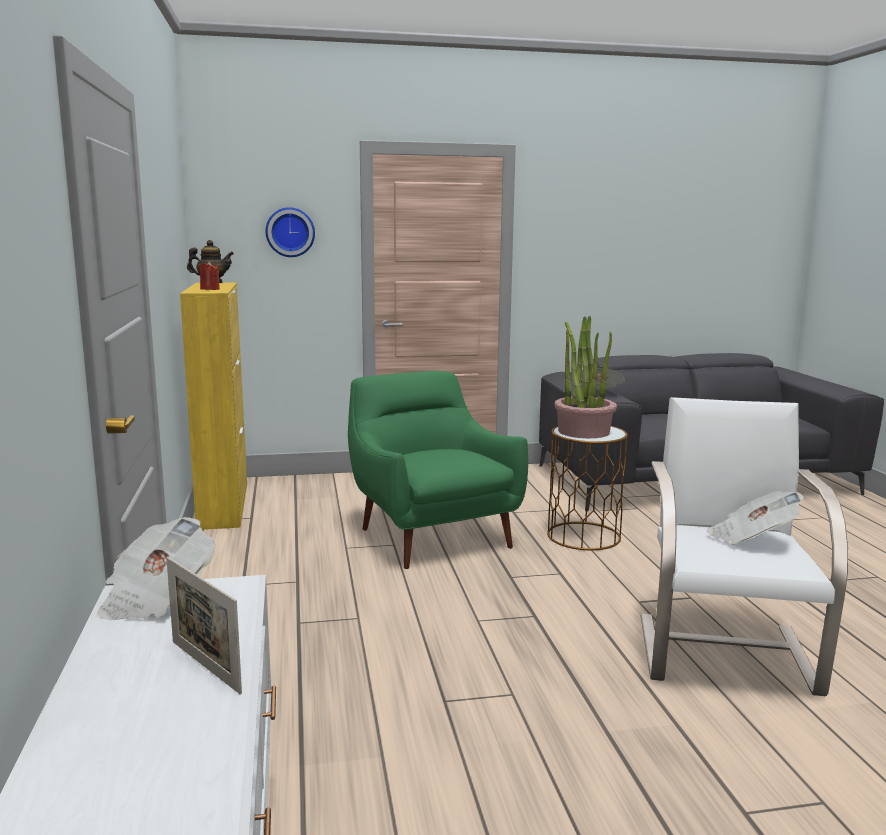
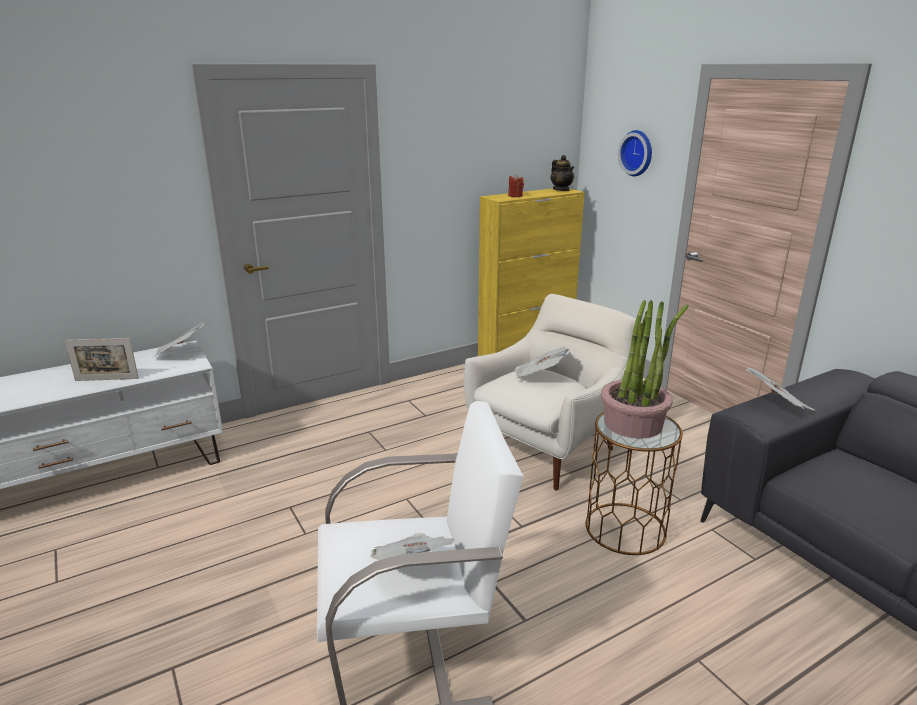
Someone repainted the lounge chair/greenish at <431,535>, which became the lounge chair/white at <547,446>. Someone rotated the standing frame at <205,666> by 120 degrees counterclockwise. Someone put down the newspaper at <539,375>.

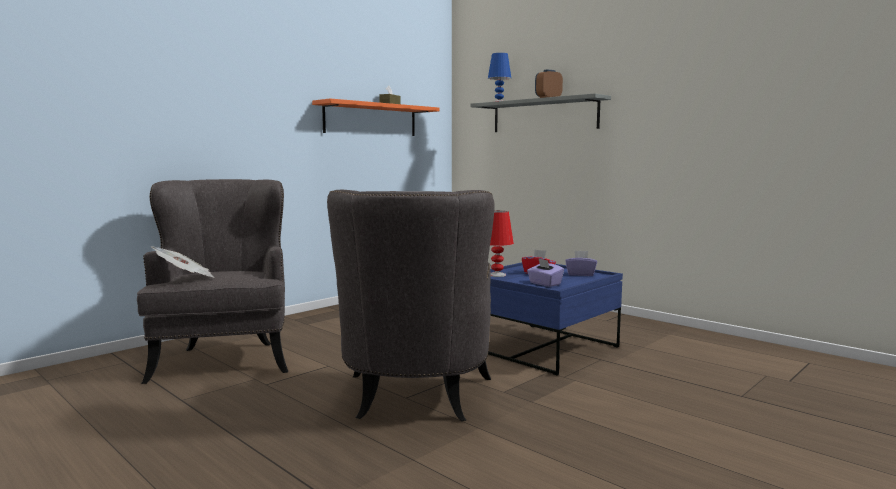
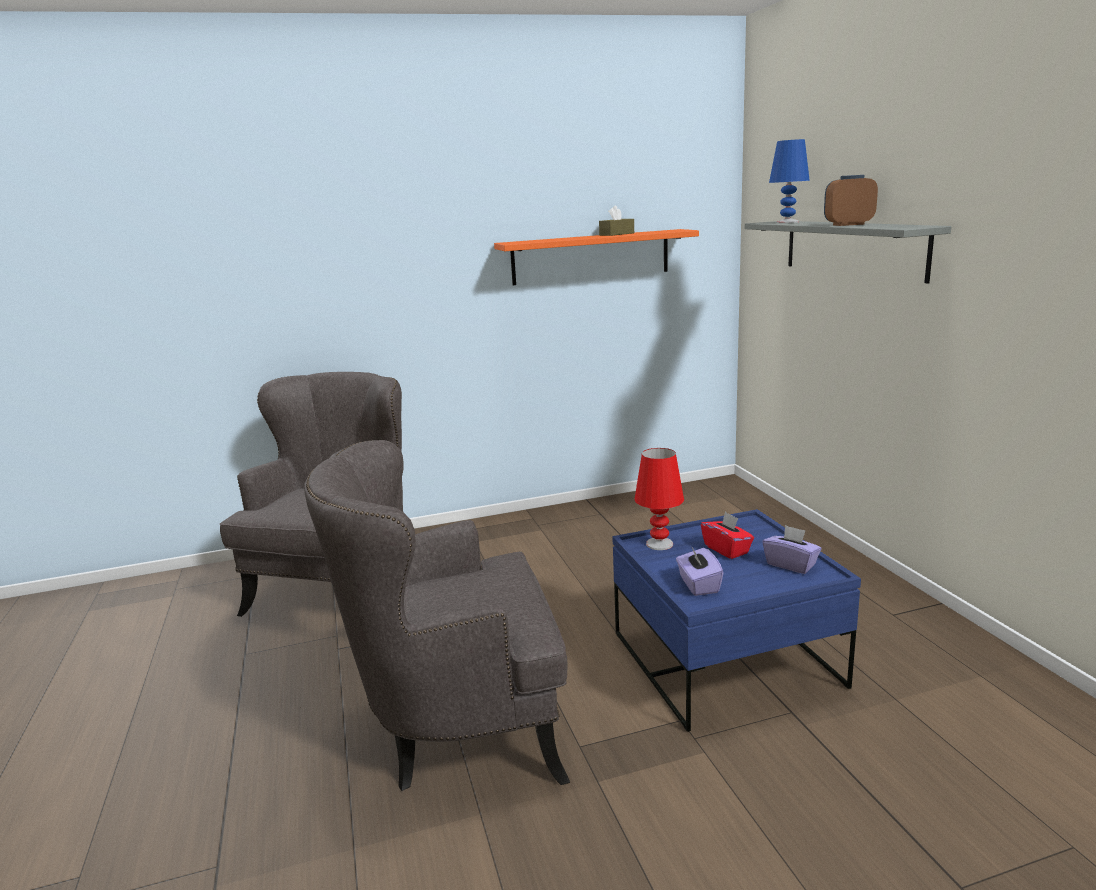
Someone rotated the lounge chair/greyish at <415,400> by 45 degrees clockwise. Someone took away the newspaper at <185,277>.

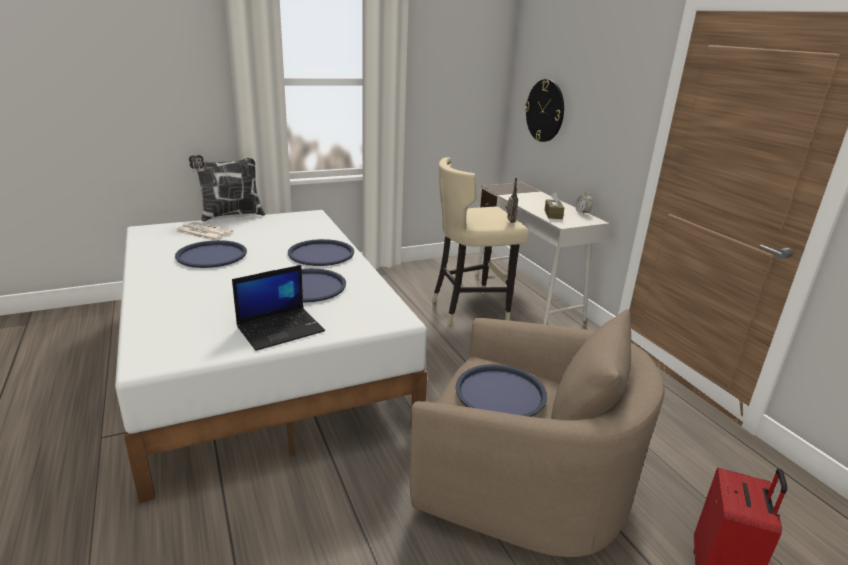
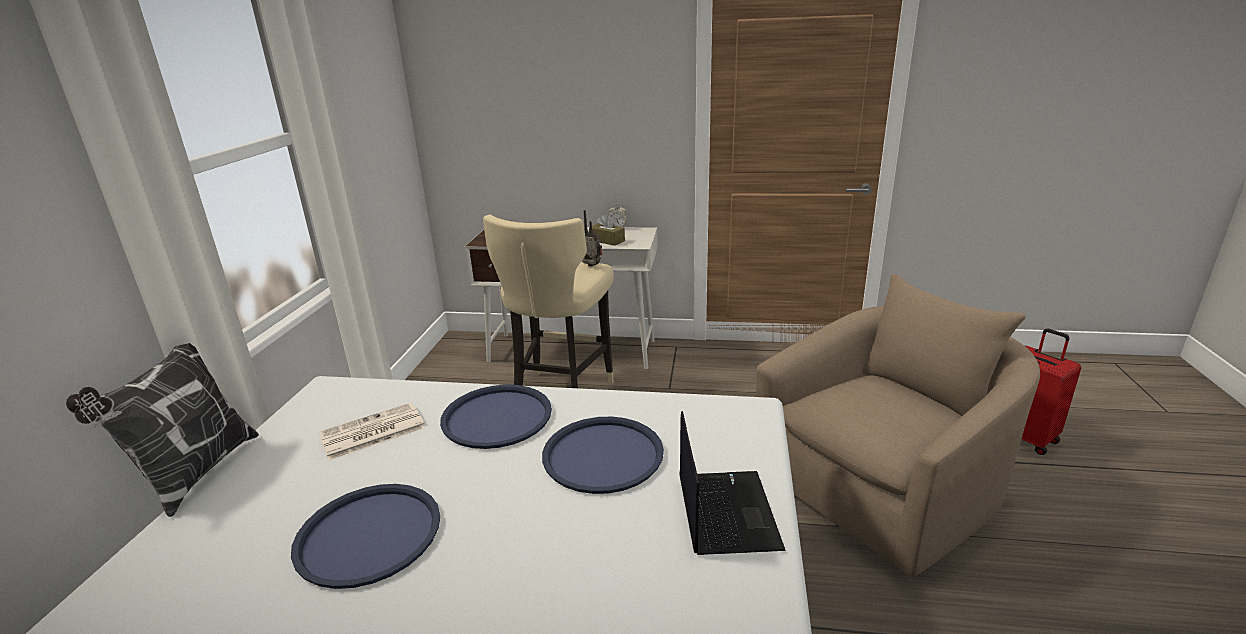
Someone took away the clock on the wall at <545,110>. Someone carried the newspaper from <203,232> to <371,432>. Someone took away the carrying tray/blue-coloured at <500,393>.

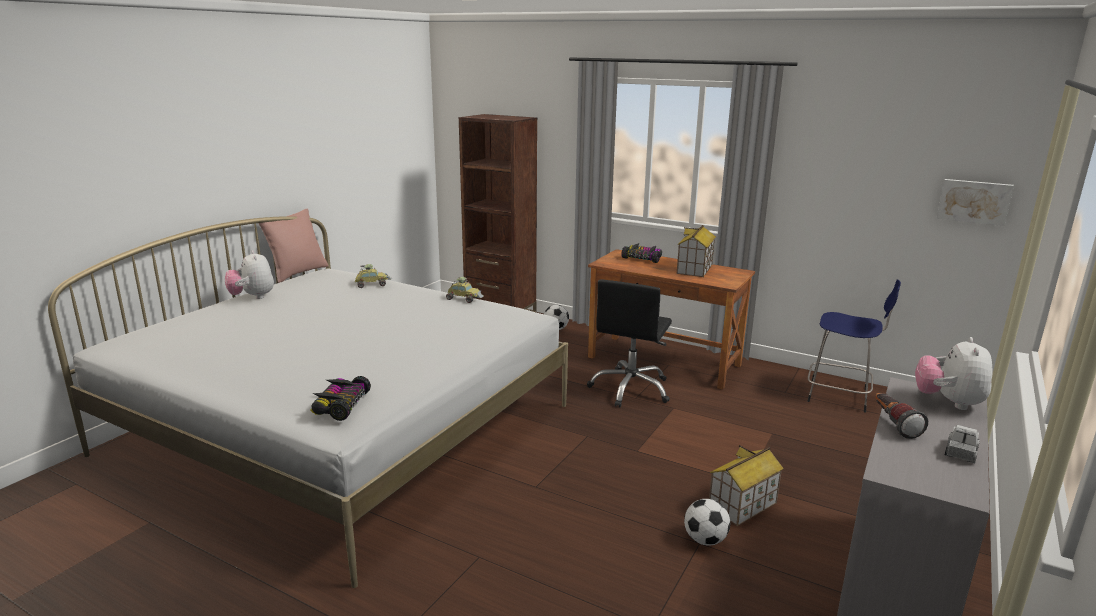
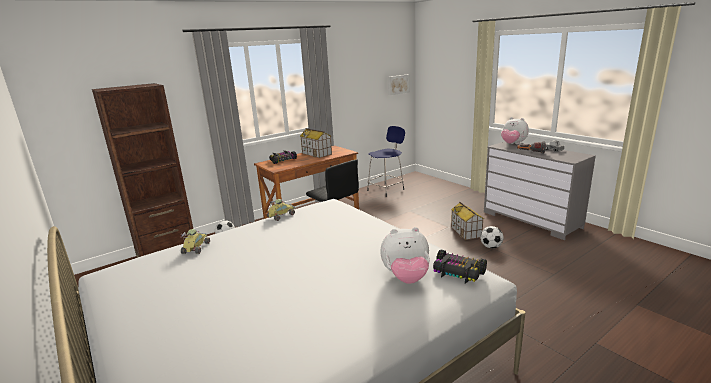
Someone took away the pillow/pink at <297,273>. Someone carried the cuddly toy from <252,297> to <406,278>.

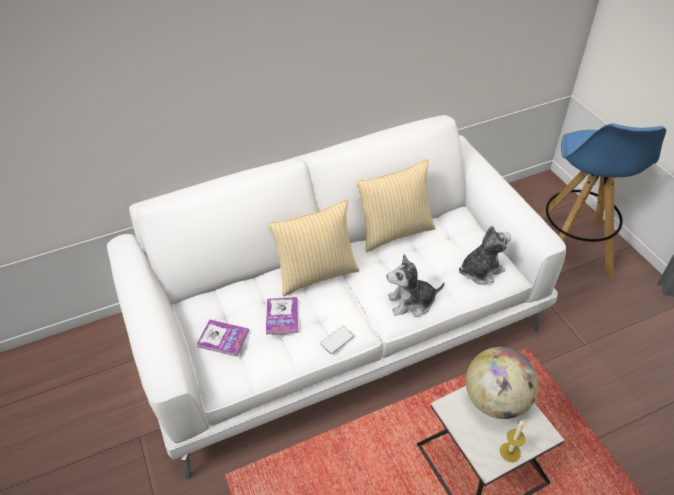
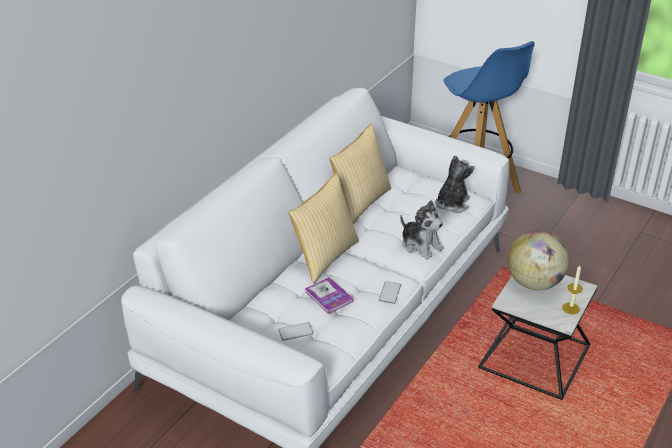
Someone rotated the cuddly toy at <411,302> by 90 degrees counterclockwise. Someone swapped the volume at <223,338> for the handset at <295,332>.

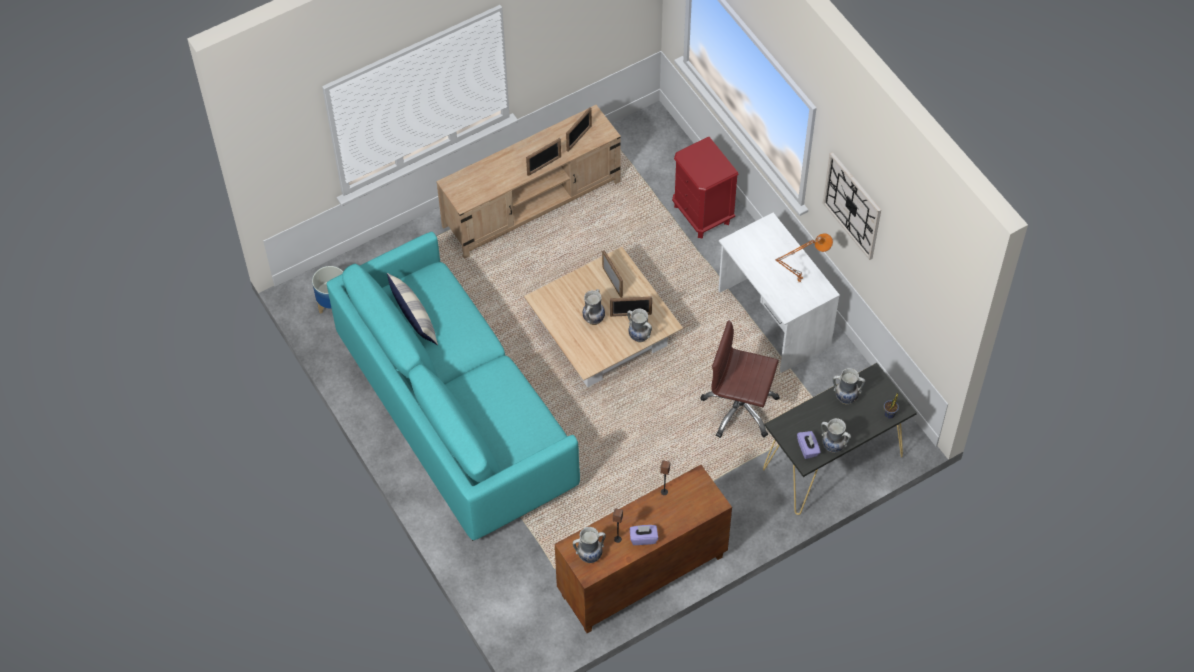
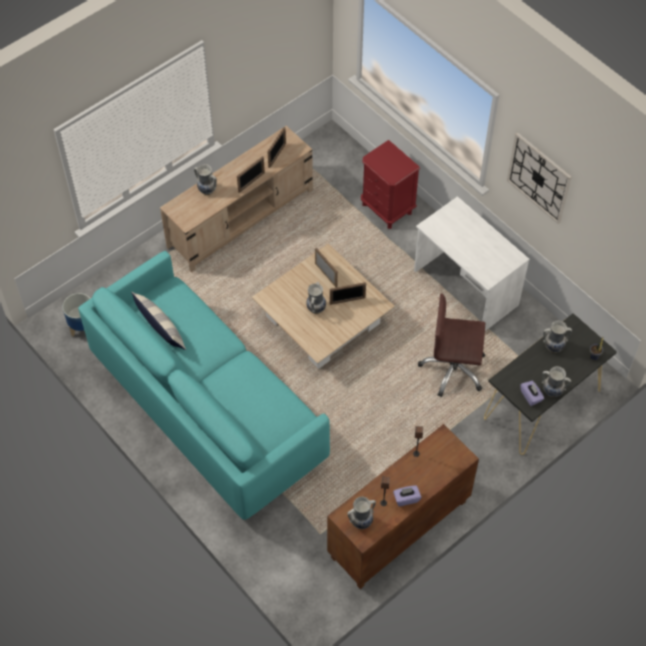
Someone took away the tabletop lamp/orangey at <799,281>. Someone carried the decorative vase from <639,336> to <207,190>.

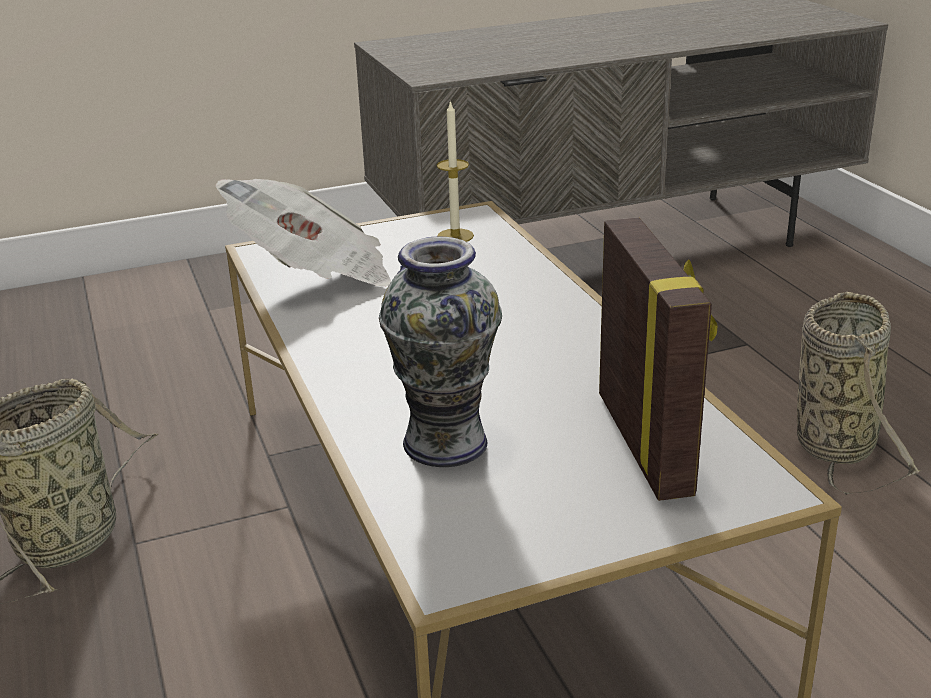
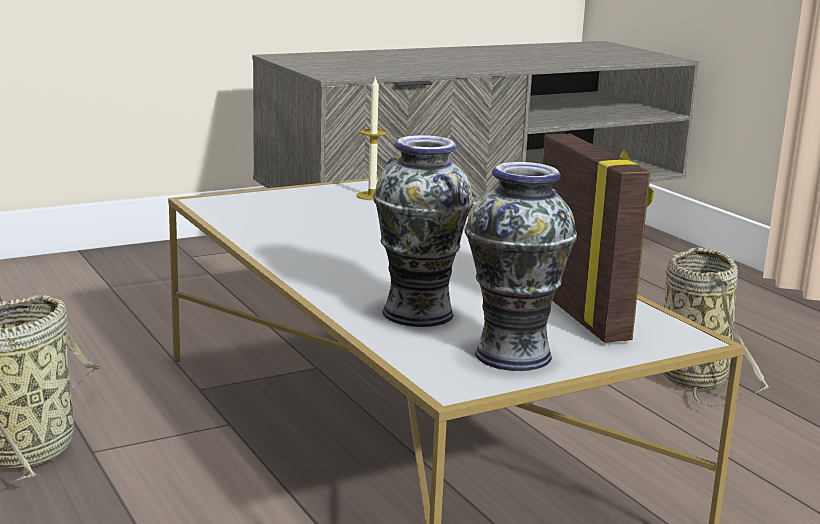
Someone took away the newspaper at <314,274>. Someone put down the decorative vase at <514,355>.

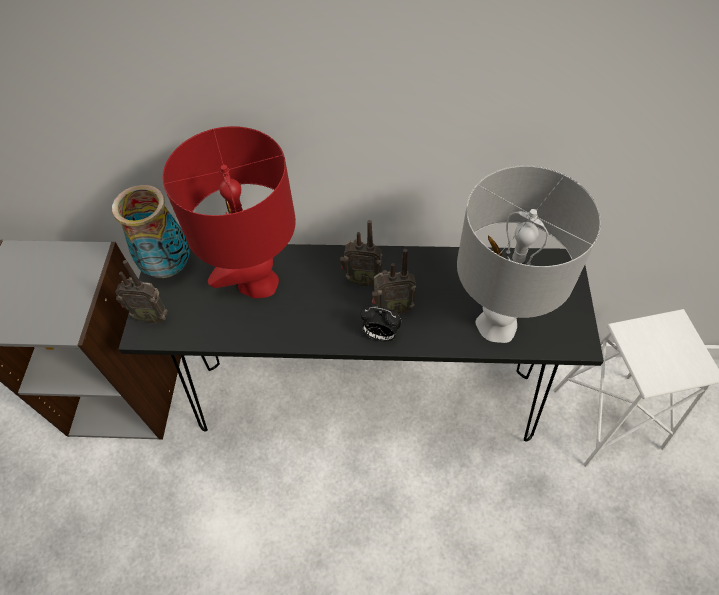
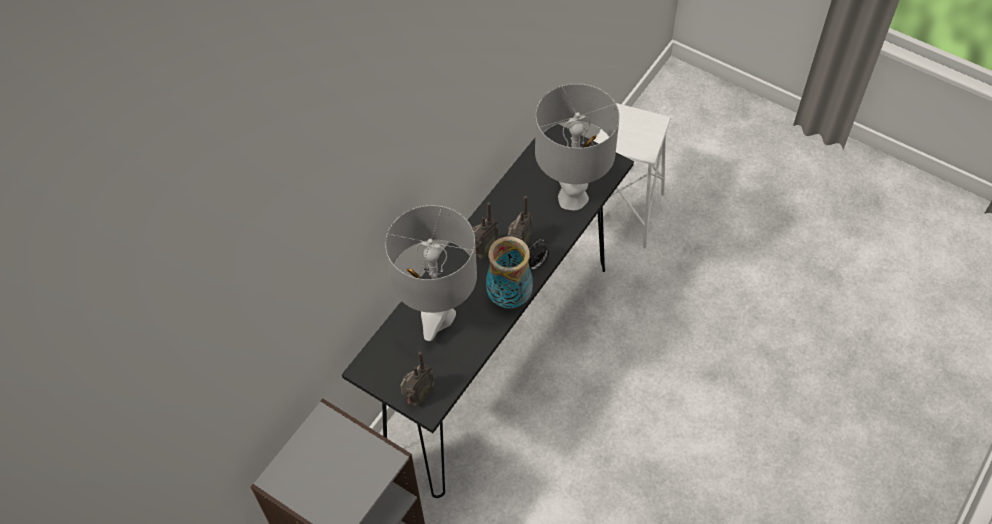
Someone repainted the tabletop lamp/red at <258,283>, which became the tabletop lamp/greyish at <438,316>. Someone carried the decorative vase from <169,267> to <510,297>.

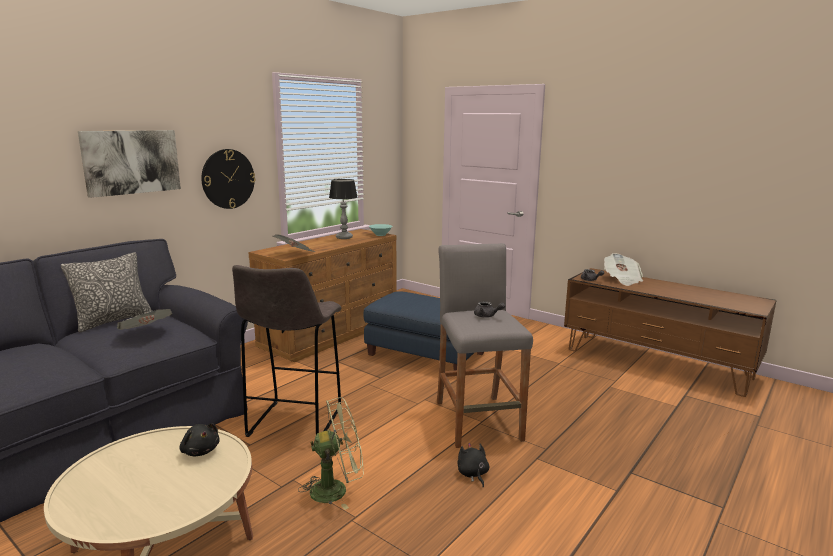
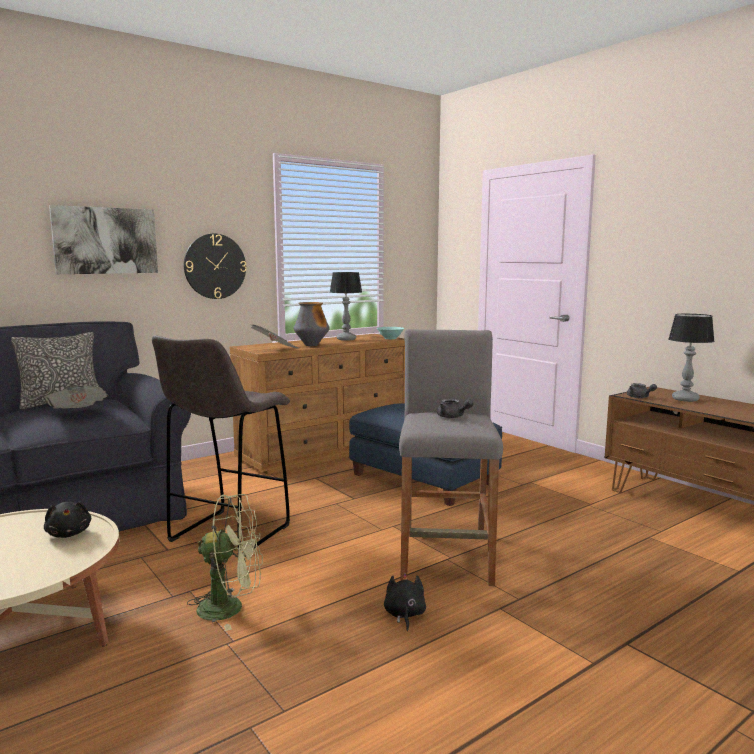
Someone swapped the newspaper at <622,280> for the tabletop lamp at <685,399>. Someone put down the decorative vase at <311,345>.

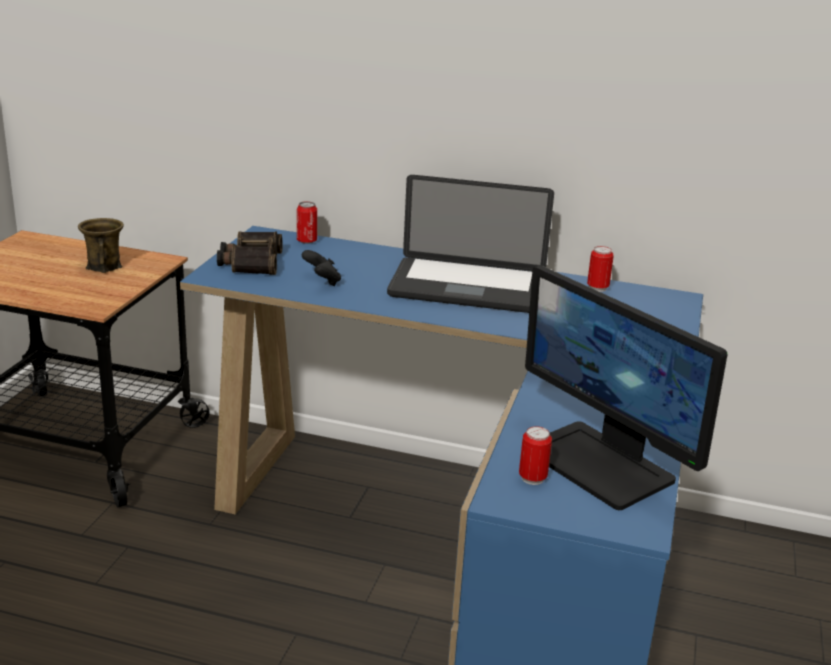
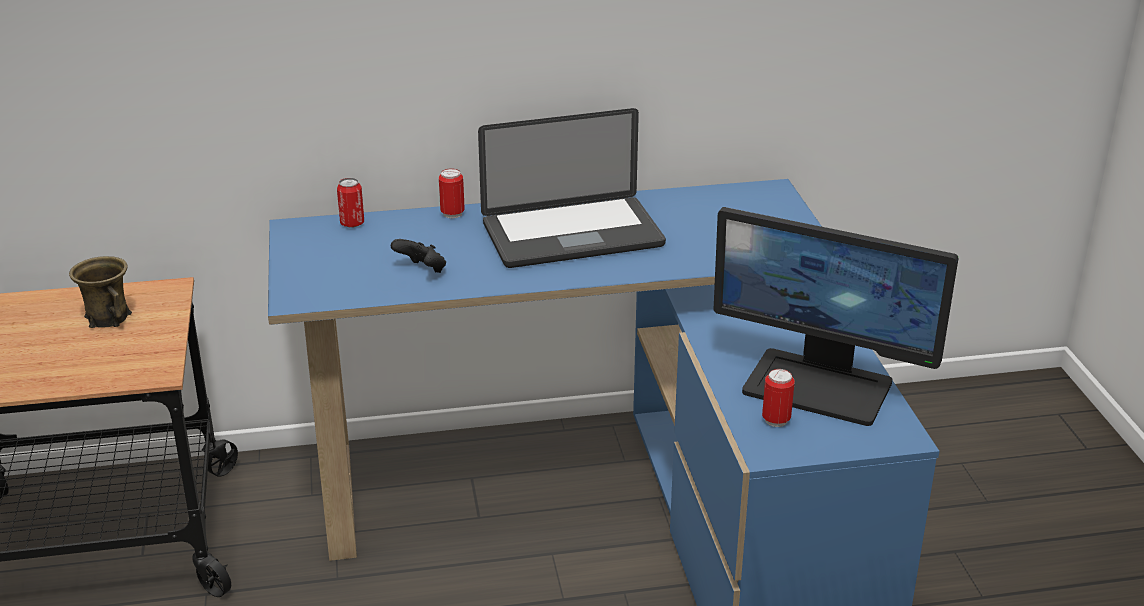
Someone took away the field glasses at <251,262>. Someone carried the sealed can from <597,288> to <452,214>.

